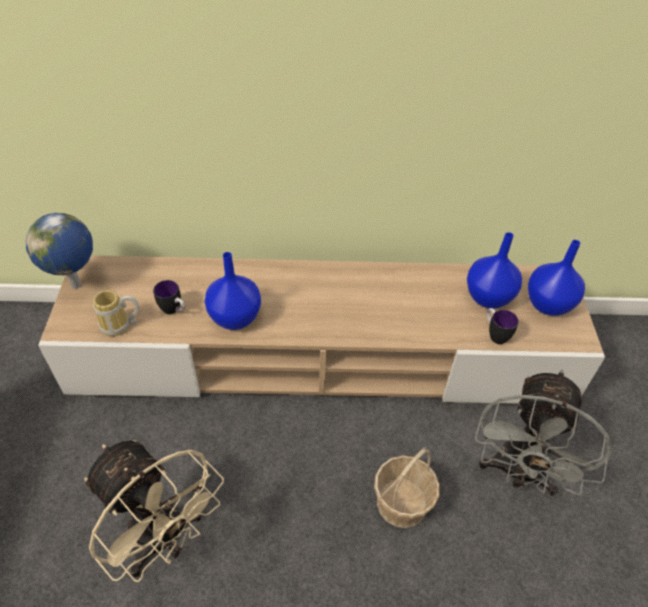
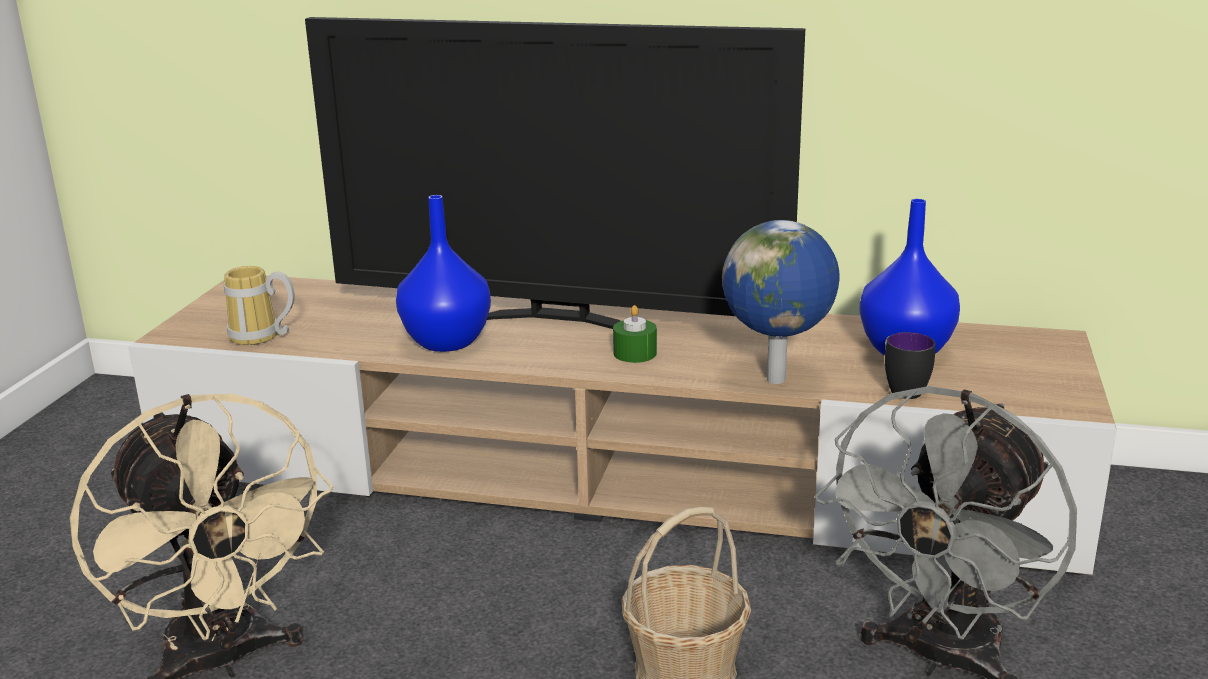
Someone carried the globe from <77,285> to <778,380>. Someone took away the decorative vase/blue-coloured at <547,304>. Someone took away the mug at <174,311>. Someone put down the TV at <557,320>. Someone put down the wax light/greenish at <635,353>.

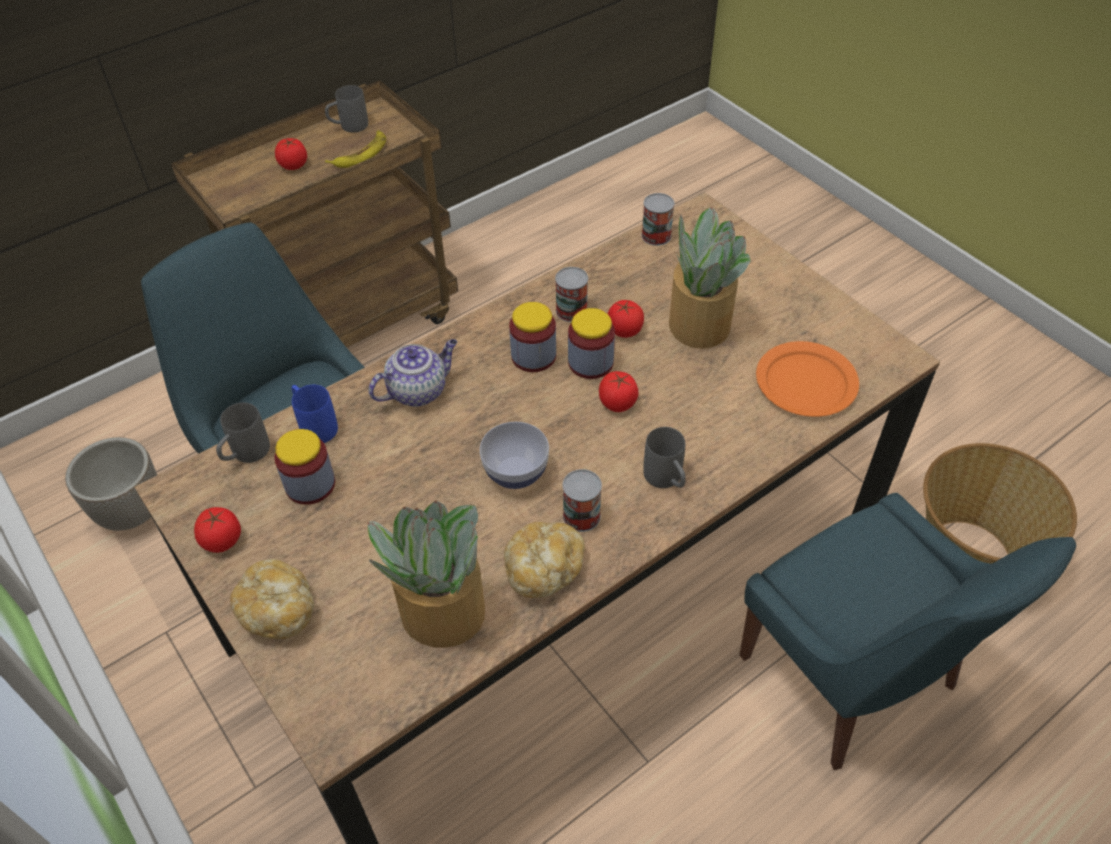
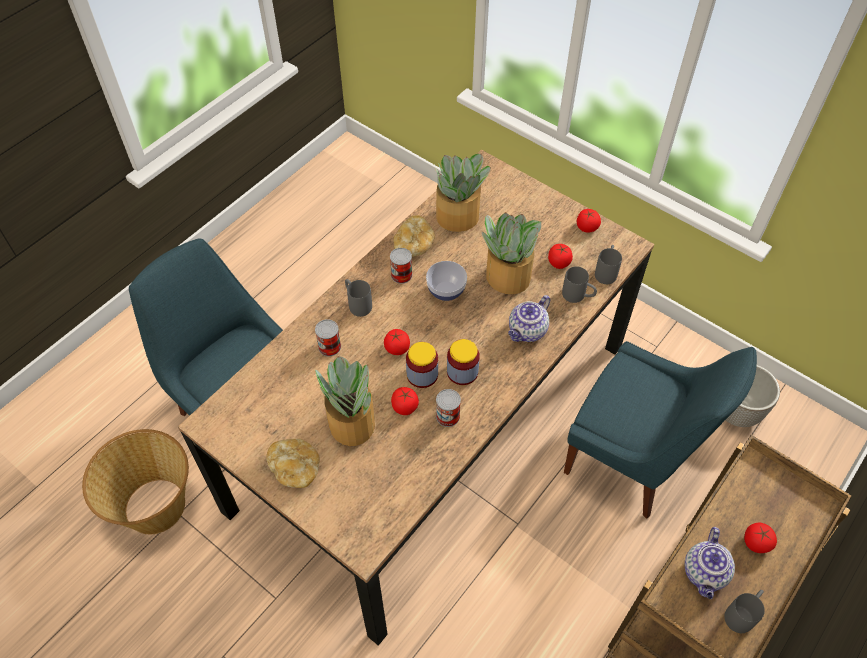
Someone swapped the whole banana at <361,154> for the tea pot at <705,573>. Someone carried the sealed can from <656,236> to <329,347>. Someone took away the dinner plate/orangey at <806,383>. Someone repainted the mug/blue-coloured at <314,425>, which became the mug/greyish at <578,296>. Someone swapped the jar at <310,485> for the fresh tomato at <559,262>. Someone carried the bakery bread from <278,610> to <295,468>. Someone put down the plant in a pot at <507,277>.

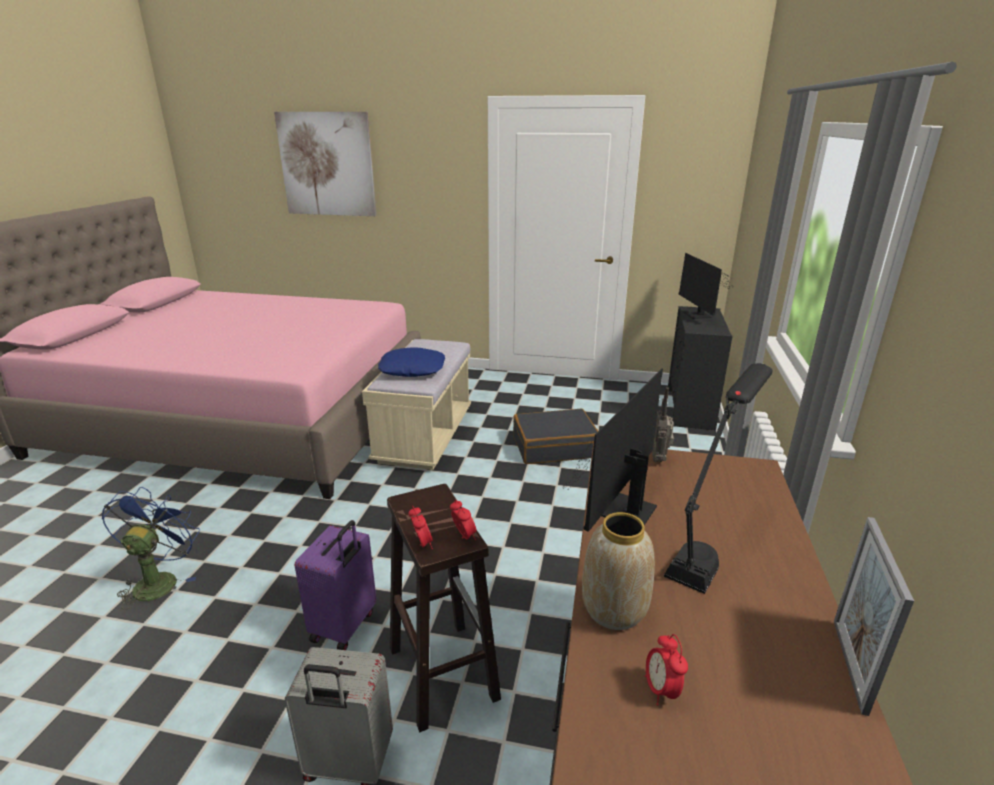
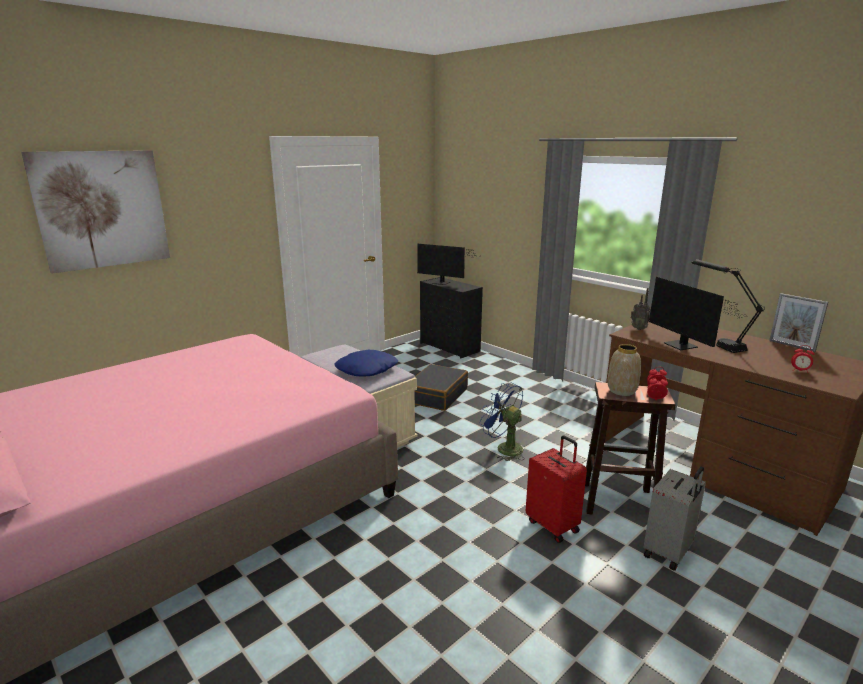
Someone carried the fan/blue-coloured from <159,580> to <504,448>. Someone carried the decorative vase from <615,610> to <622,390>. Someone repainted the piece of luggage/purplish at <345,626>, which became the piece of luggage/red at <553,525>.

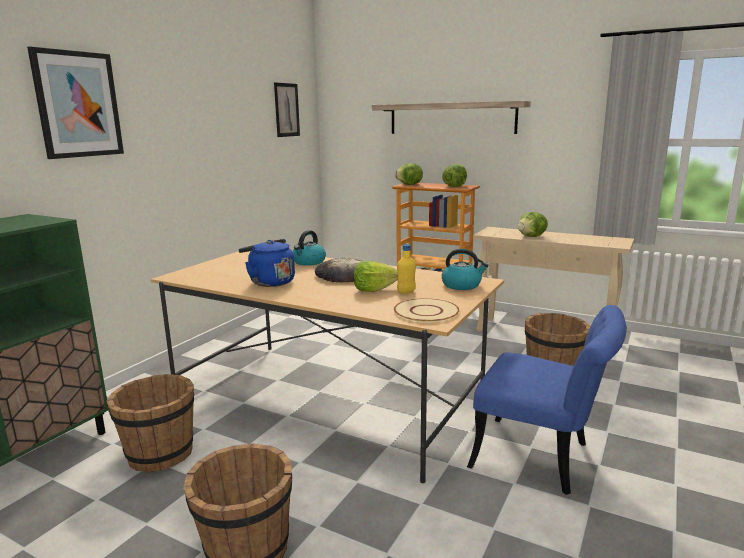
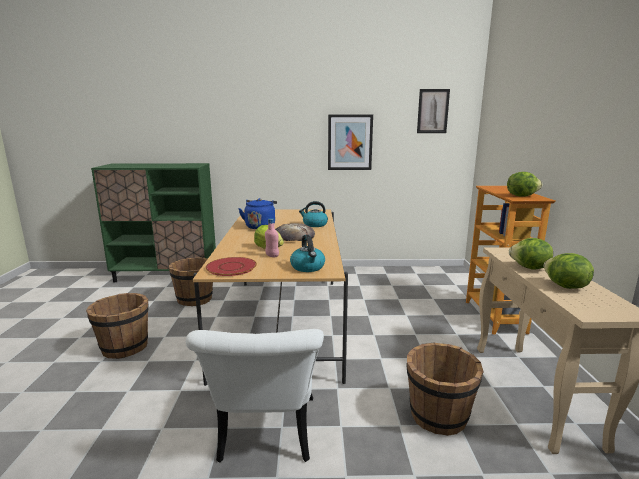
Someone carried the picture from <78,104> to <350,142>. Someone took away the shelf at <451,118>. Someone carried the lettuce from <409,185> to <565,286>. Someone repainted the drink bottle/yellowish at <406,292>, which became the drink bottle/pink at <272,256>. Someone repainted the dinner plate/sand-coloured at <426,312>, which became the dinner plate/red at <231,267>. Someone repainted the chair/blue-coloured at <543,458>, which became the chair/white at <266,437>.

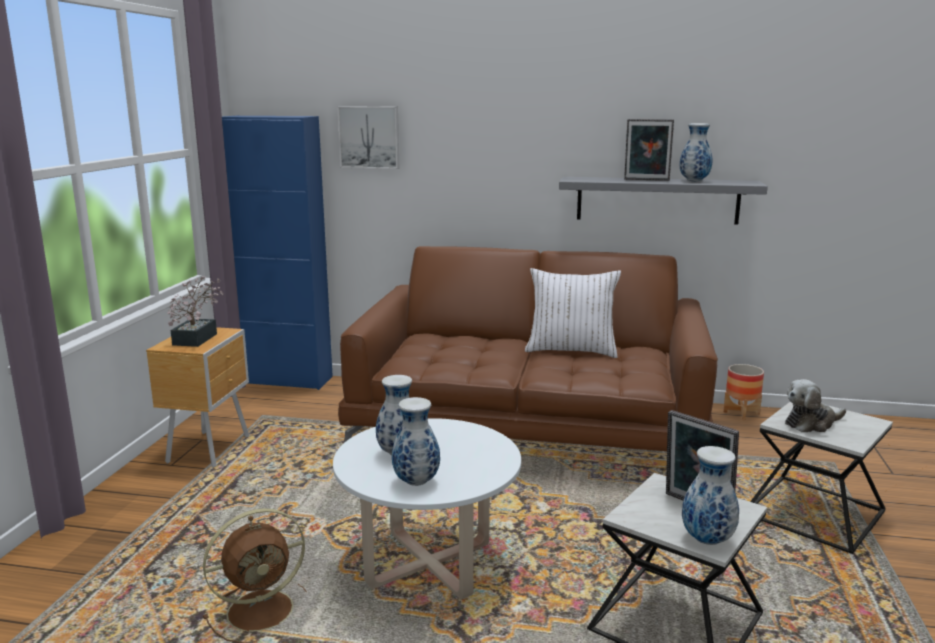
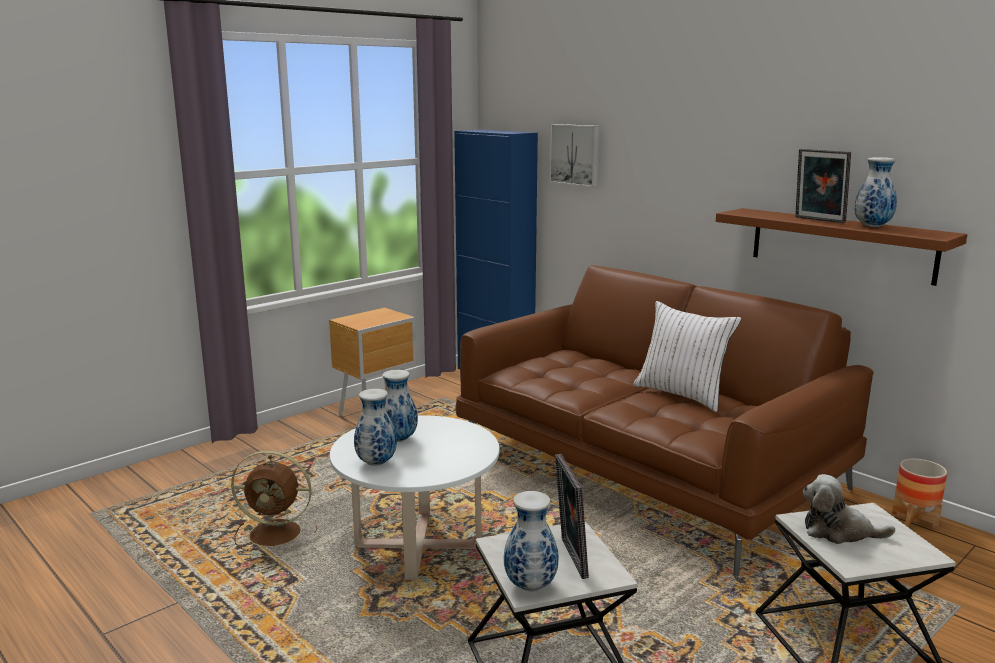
Someone repainted the shelf/greyish at <657,200>, which became the shelf/brown-coloured at <841,245>. Someone took away the plant in a pot at <198,337>.

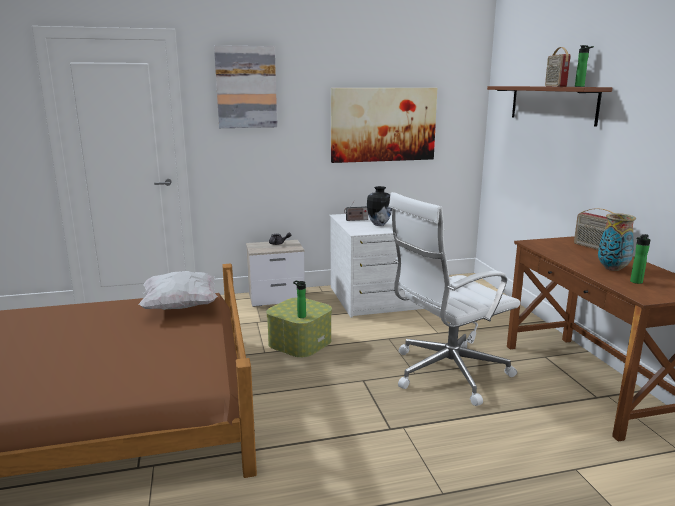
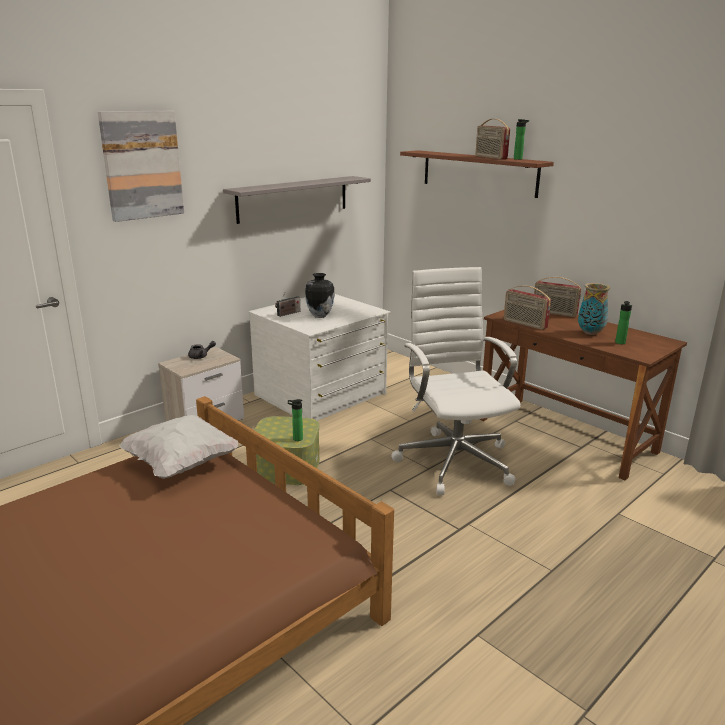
Someone swapped the picture at <383,124> for the shelf/greyish at <293,198>. Someone rotated the desk chair/white at <446,373> by 135 degrees clockwise. Someone put down the radio at <524,324>.

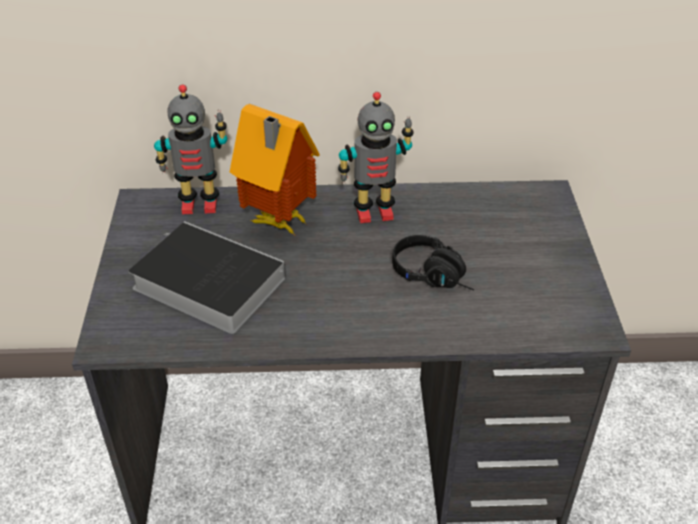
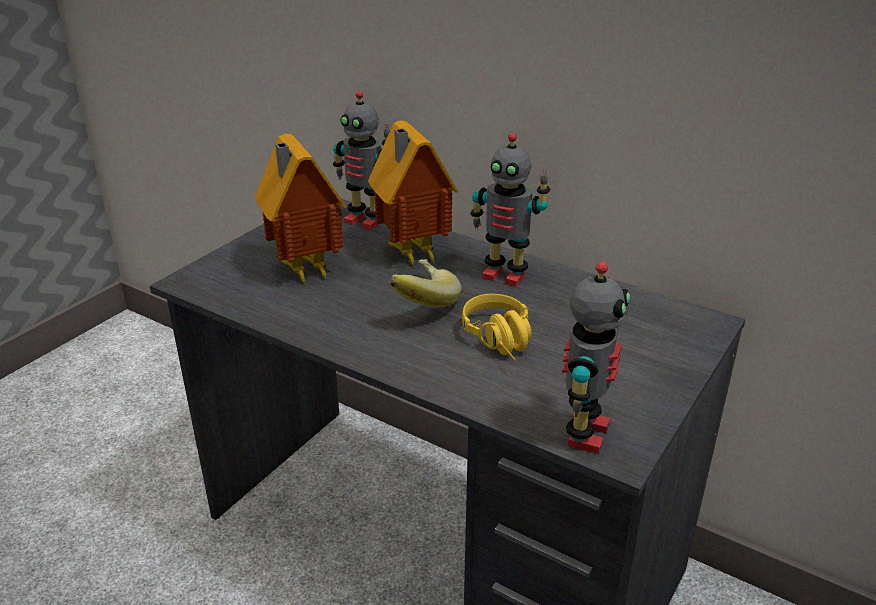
Someone swapped the volume at <204,282> for the model house at <303,271>. Someone repainted the pair of headphones/blackish at <435,276>, which became the pair of headphones/yellowish at <502,342>. Someone put down the whole banana at <419,302>. Someone put down the model robot at <583,433>.

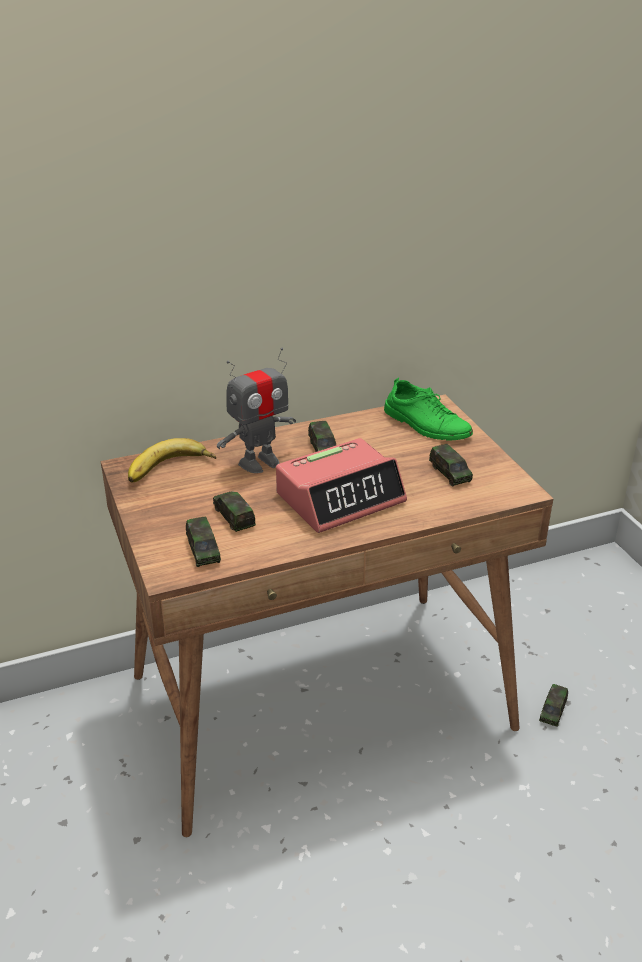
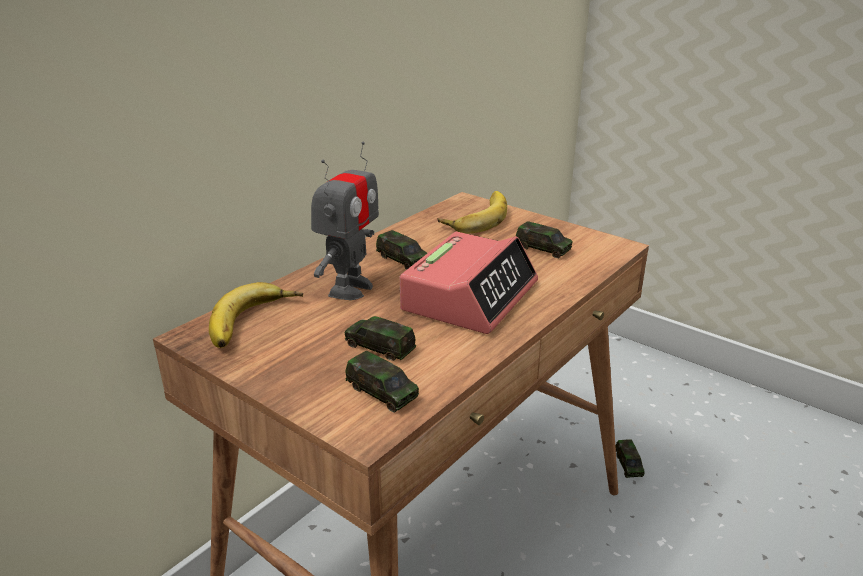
Someone swapped the shoe/greenish at <426,425> for the whole banana at <475,217>.

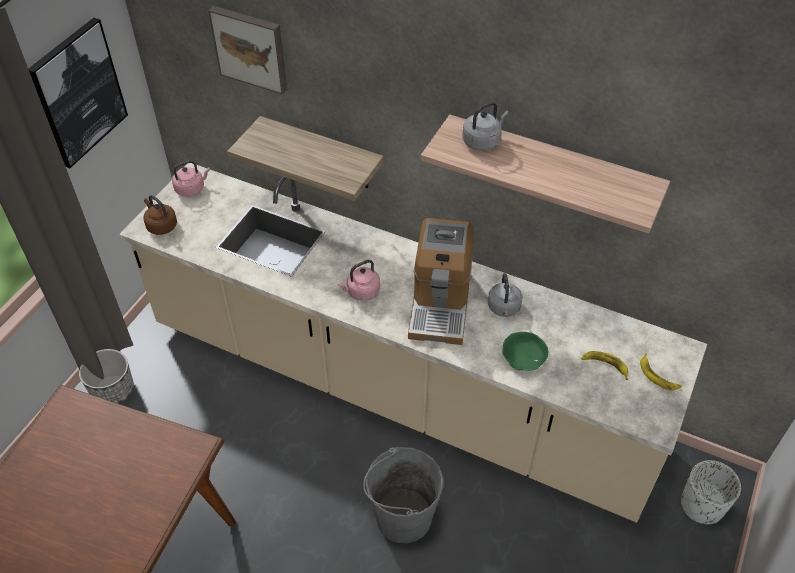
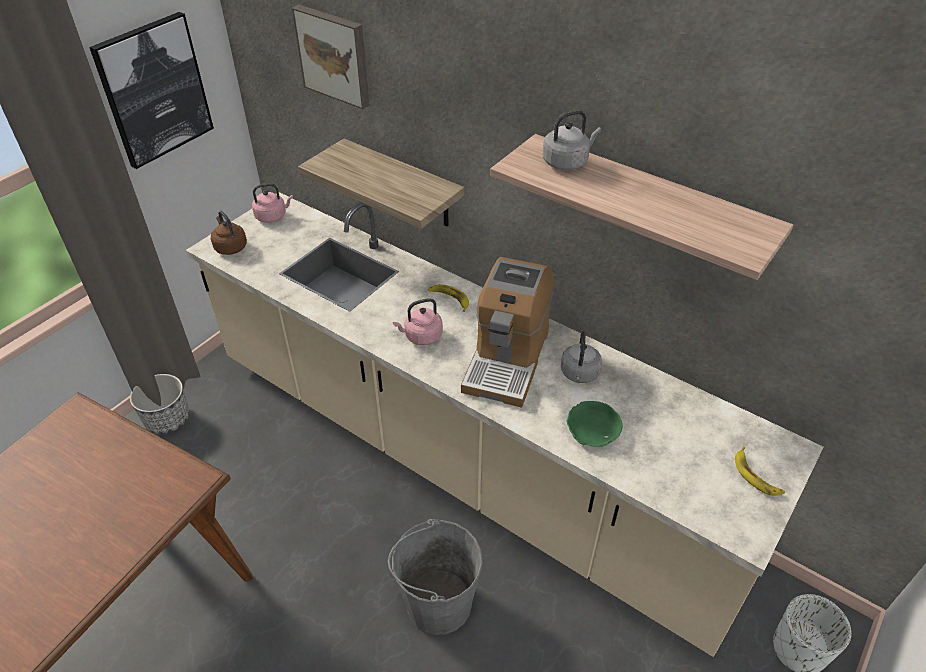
Someone carried the whole banana from <605,365> to <449,299>.

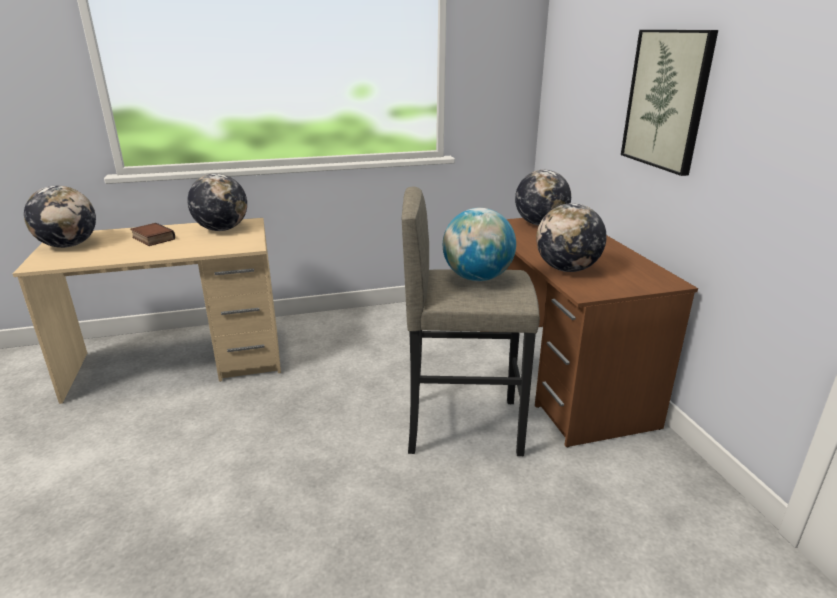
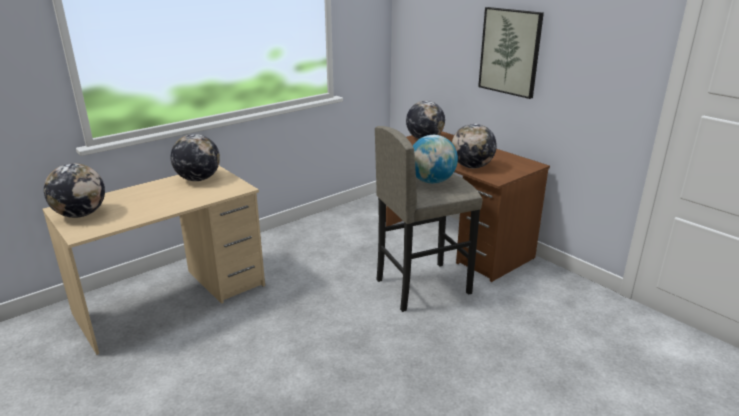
Someone took away the volume at <152,238>.

